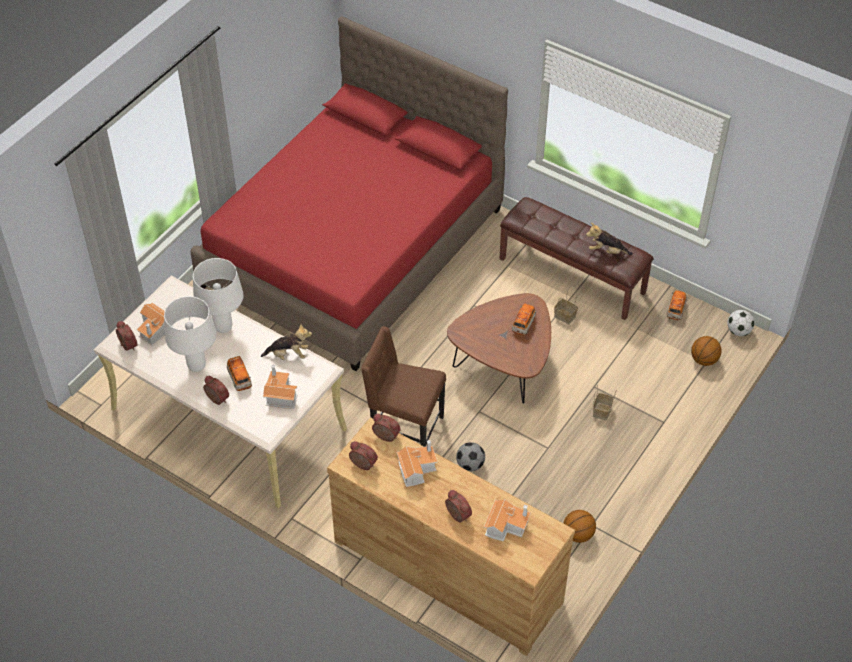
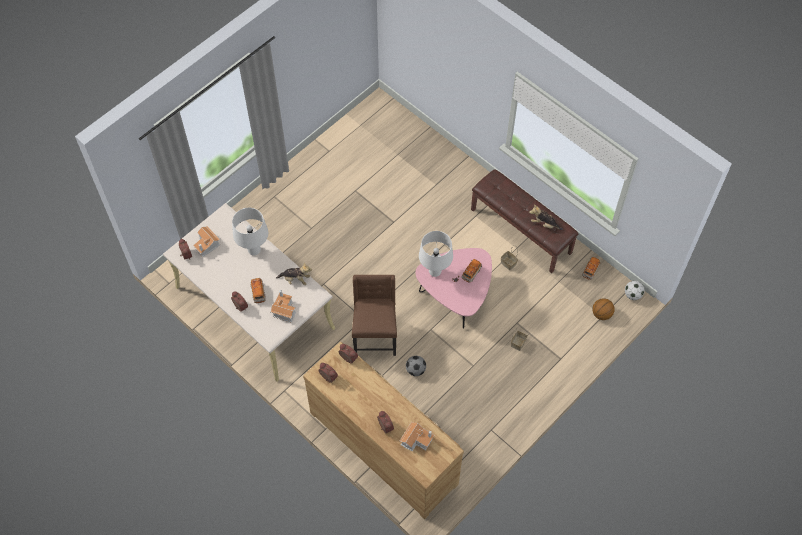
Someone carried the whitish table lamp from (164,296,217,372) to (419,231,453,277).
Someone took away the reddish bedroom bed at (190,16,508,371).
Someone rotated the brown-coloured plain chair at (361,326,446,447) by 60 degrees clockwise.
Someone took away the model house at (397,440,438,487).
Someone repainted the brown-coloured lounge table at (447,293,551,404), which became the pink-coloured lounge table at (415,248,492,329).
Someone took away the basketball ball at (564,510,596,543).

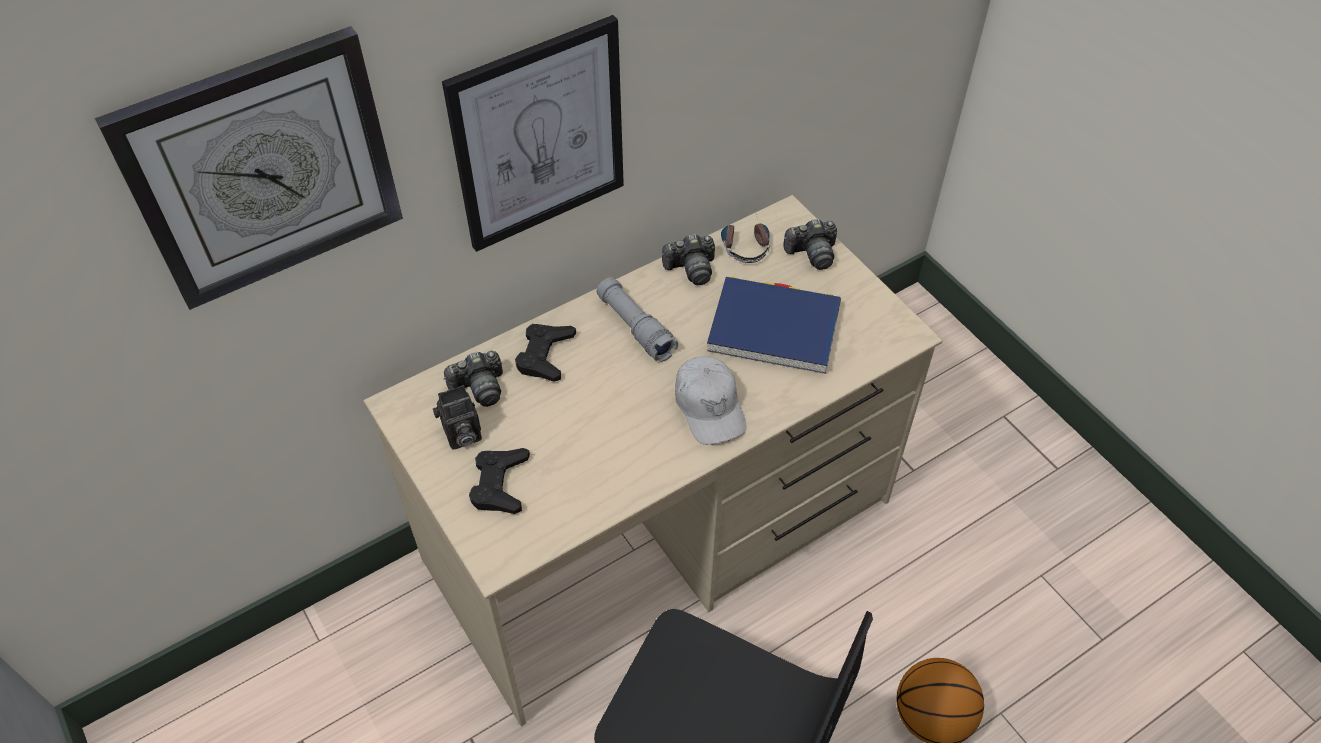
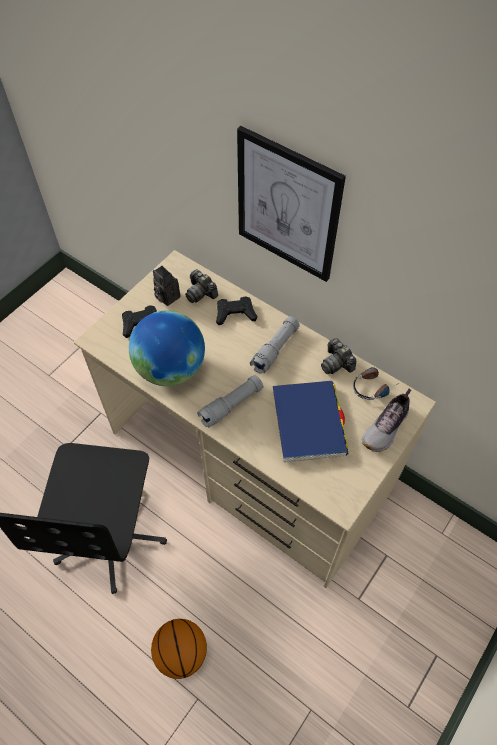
Someone took away the hanging clock at (95,26,403,310).
Someone swapped the whitish peaked cap at (675,356,747,445) for the grey torch at (197,375,263,428).
Someone swapped the still camera at (783,219,837,270) for the shoe at (362,389,411,452).
Someone put down the world globe at (129,311,205,386).

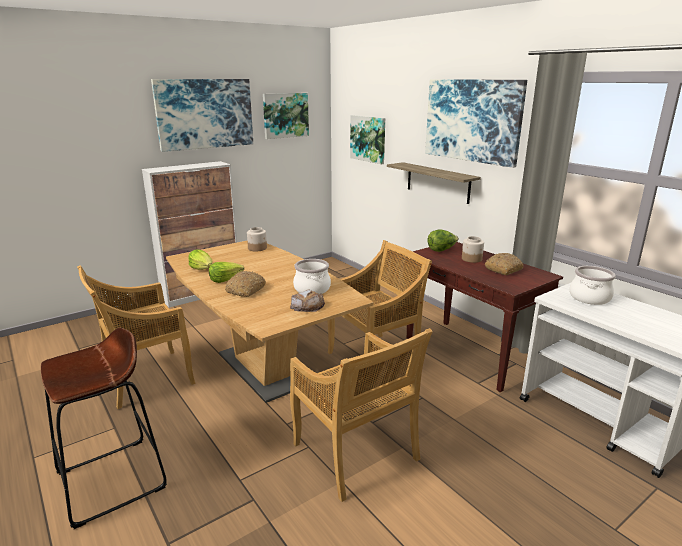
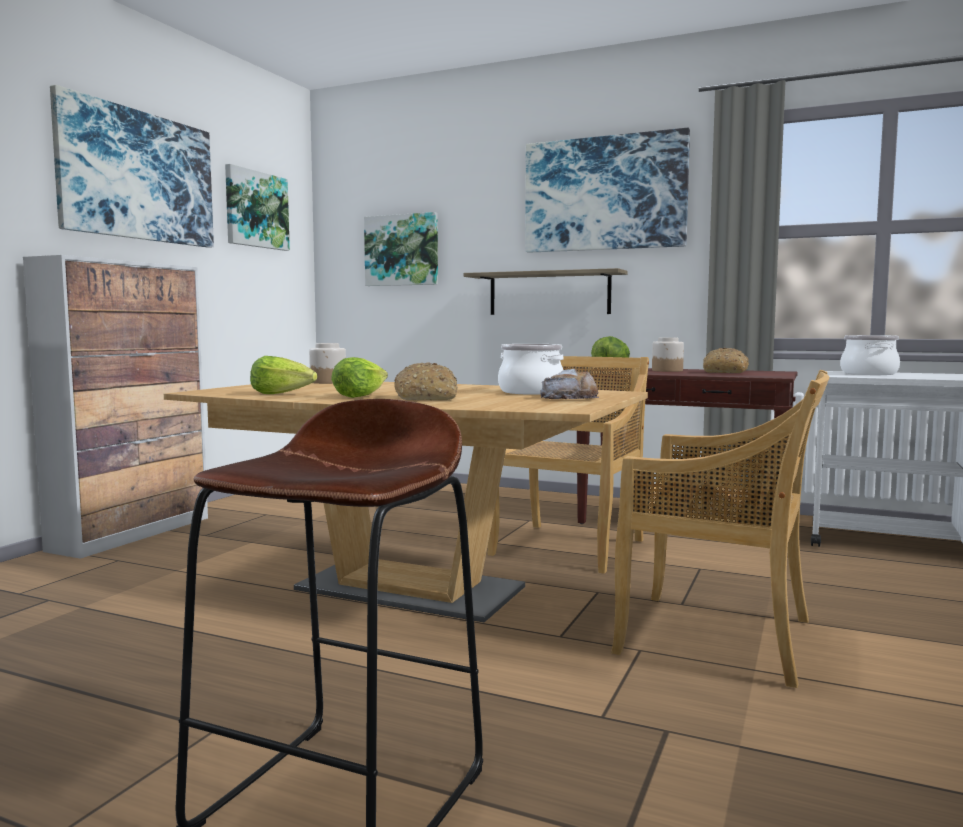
Someone took away the sand-coloured plain chair at (77,265,196,409).

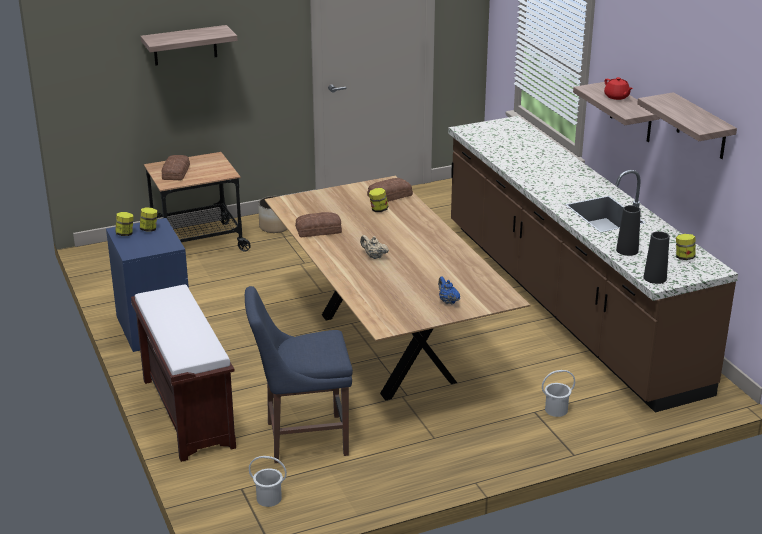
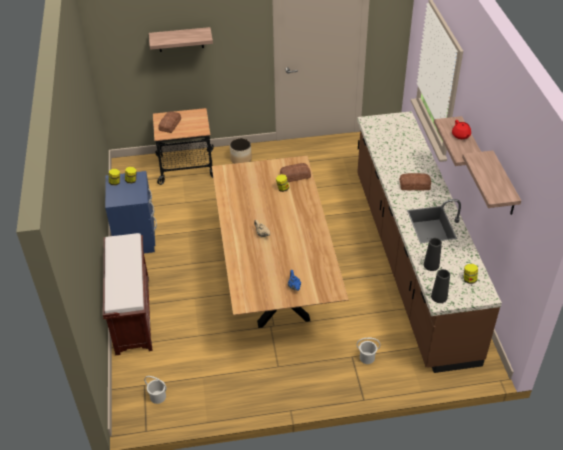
Someone took away the bluish plain chair at (245,286,353,463).
Someone carried the bread from (295,212,342,237) to (400,173,431,190).

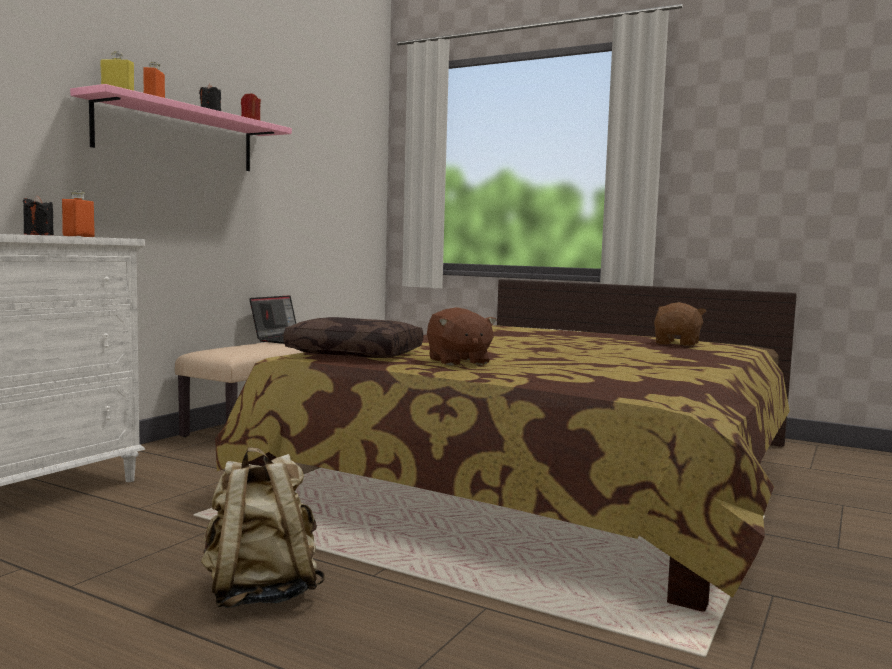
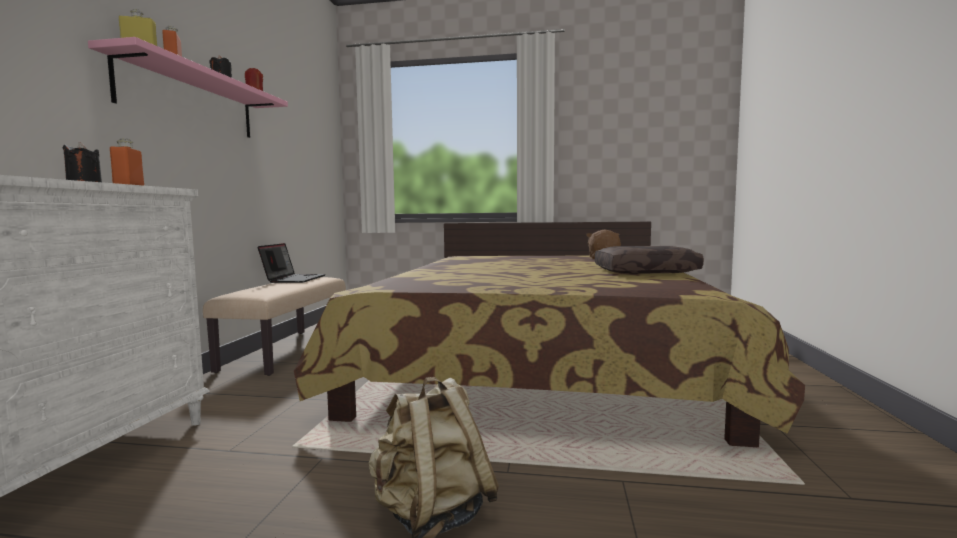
Someone carried the brown-coloured pillow from (284,317,423,358) to (595,246,704,274).
Someone took away the brown-coloured plush toy at (427,307,497,366).

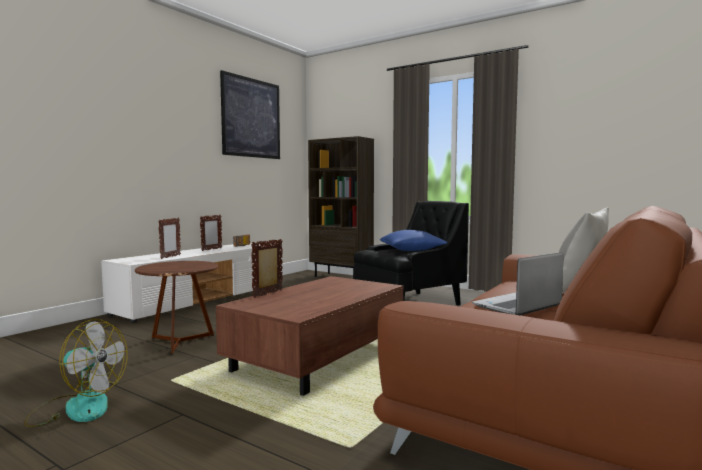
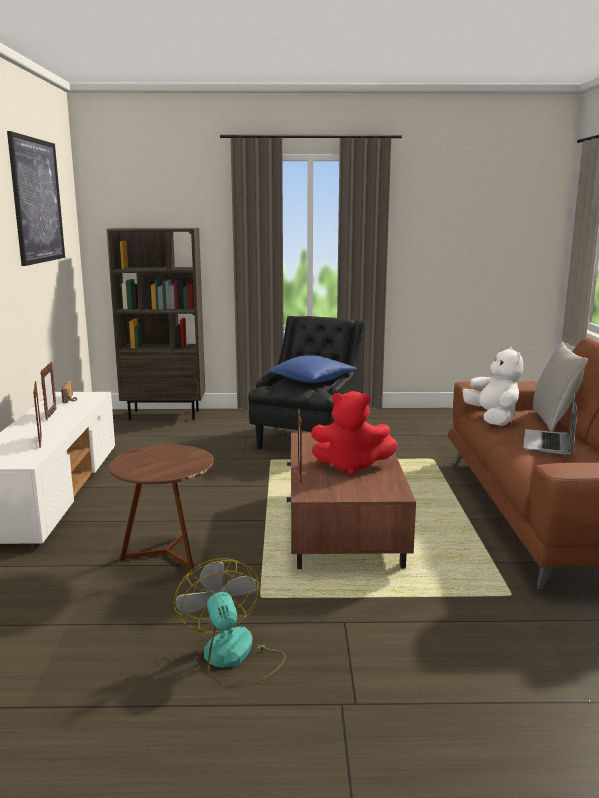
Someone rotated the fan at (24,319,128,427) by 90 degrees counterclockwise.
Someone put down the reddish plush toy at (311,391,398,476).
Someone put down the whitish plush toy at (463,347,523,426).

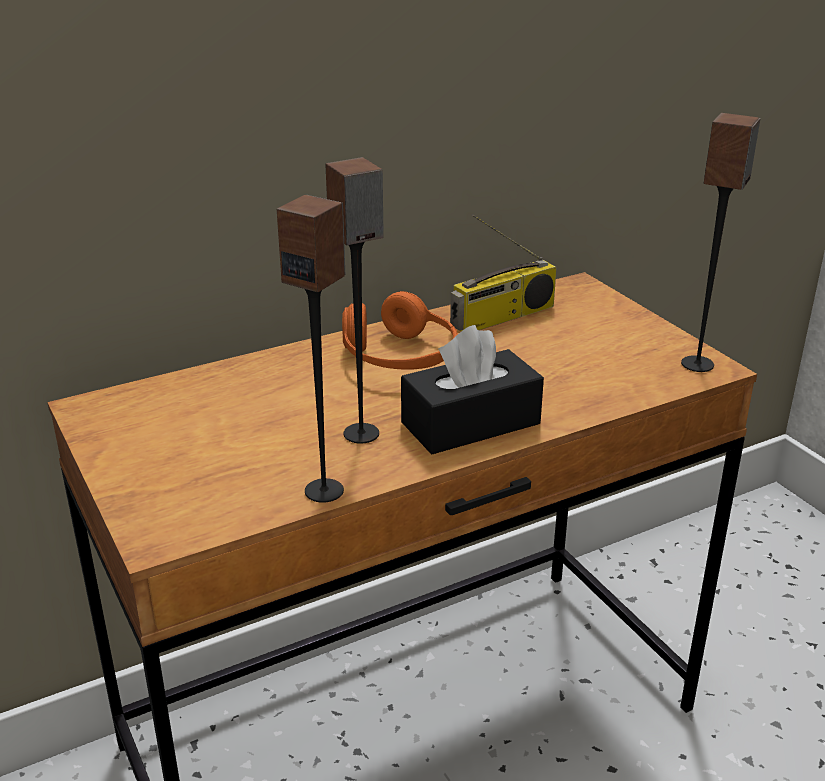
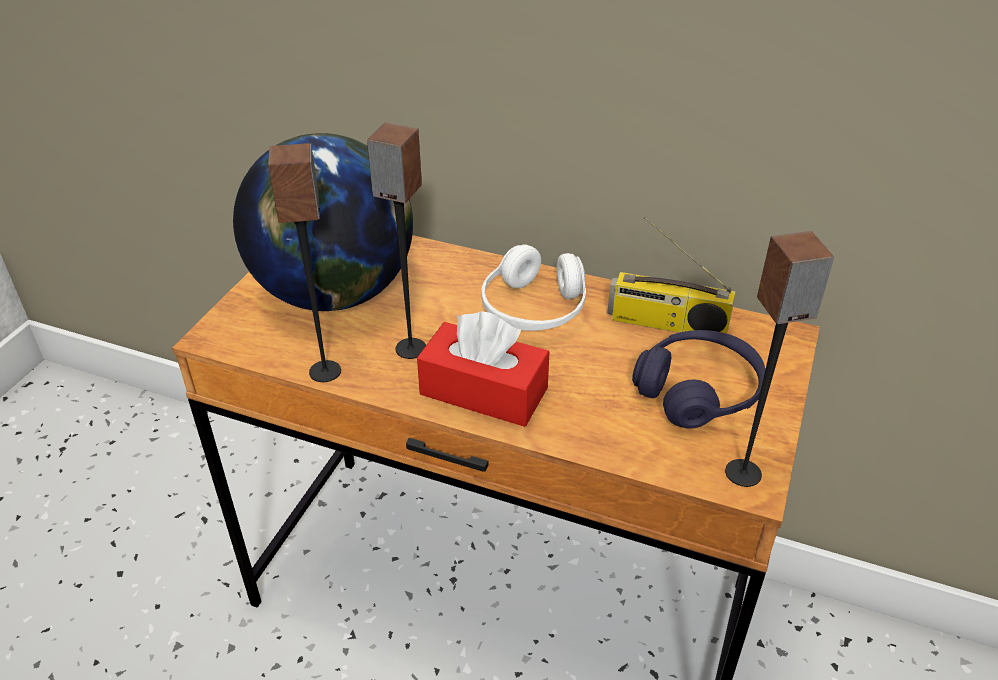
Someone repainted the orangey pair of headphones at (342,291,458,370), which became the whitish pair of headphones at (481,244,586,331).
Someone repainted the black tissue holder at (401,325,544,454), which became the reddish tissue holder at (417,311,549,427).
Someone put down the world globe at (233,133,413,311).
Someone put down the purplish pair of headphones at (632,330,765,429).

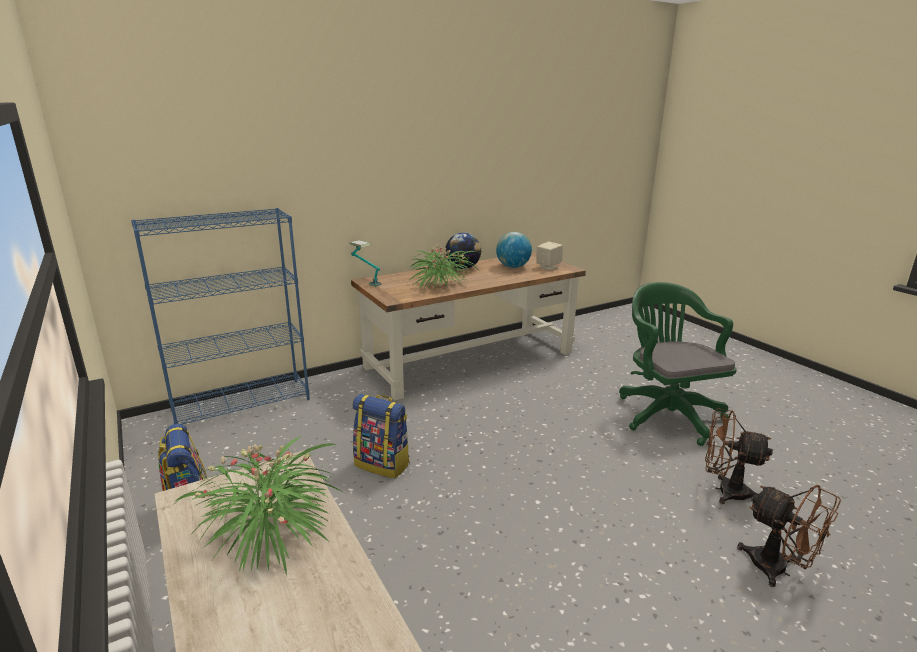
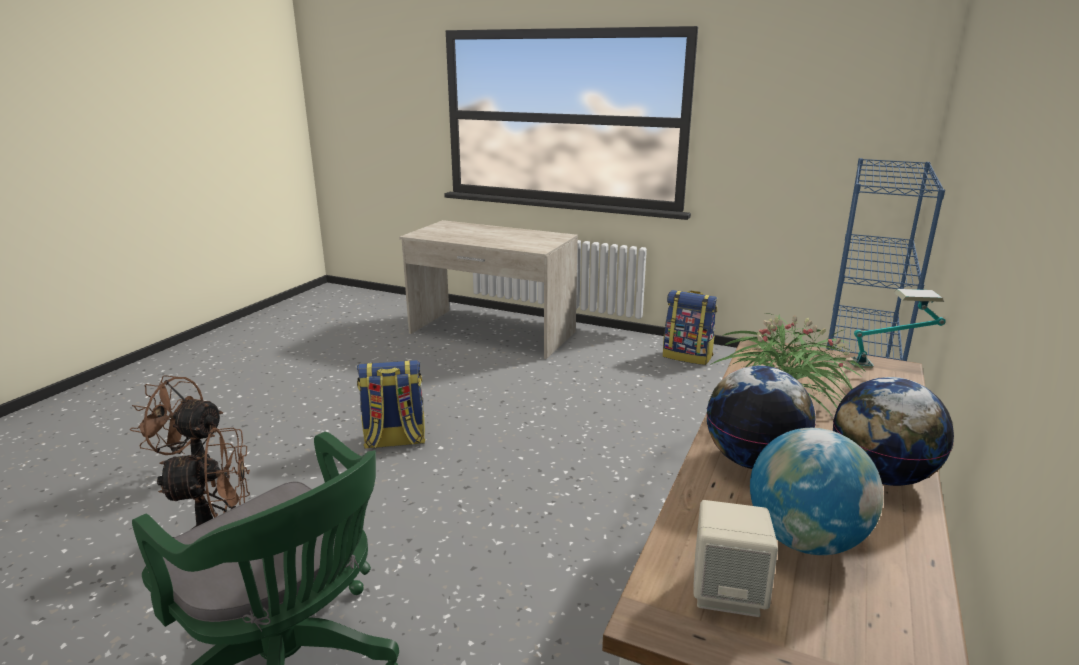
Someone took away the potted plant at (170,437,344,576).
Someone carried the backpack from (353,394,410,479) to (357,360,426,449).
Someone put down the world globe at (706,365,816,469).

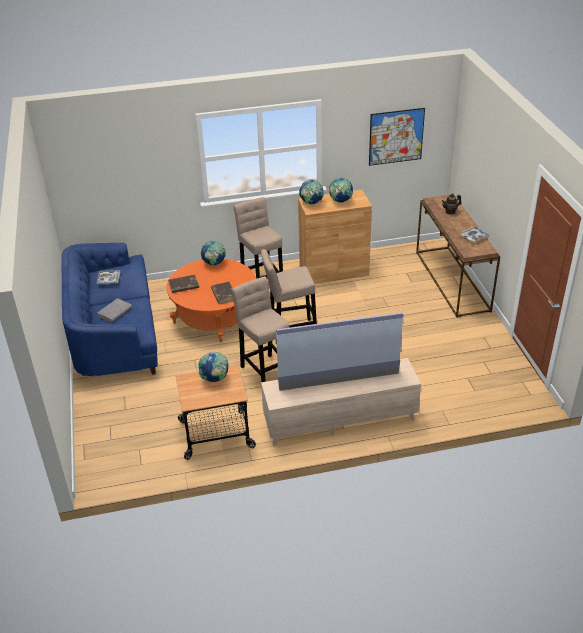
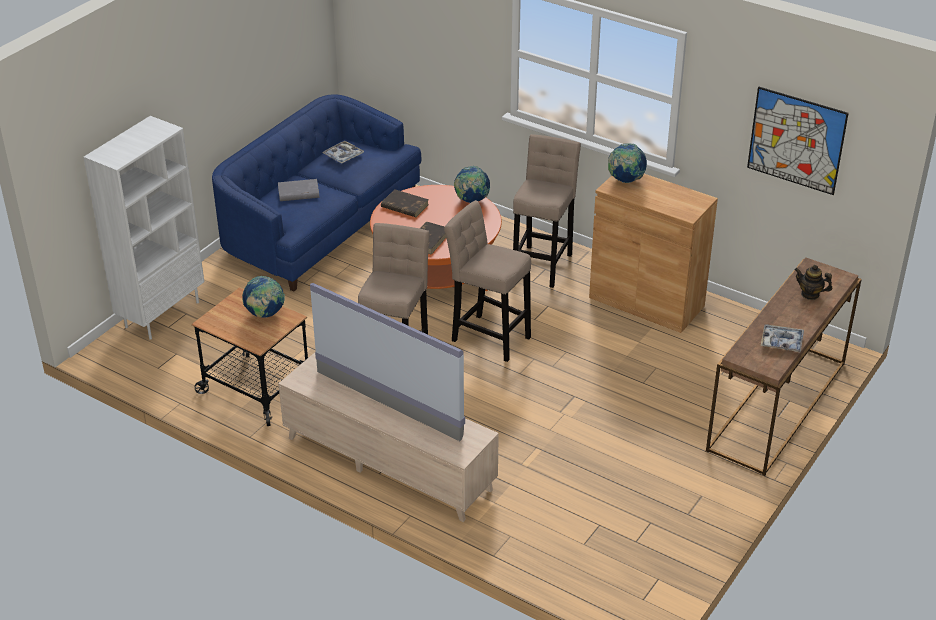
Someone took away the world globe at (329,177,354,203).
Someone put down the whitish bookcase at (84,116,204,339).

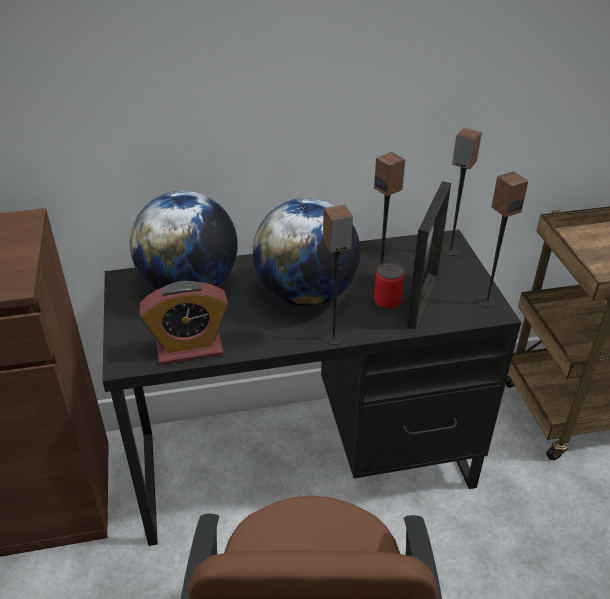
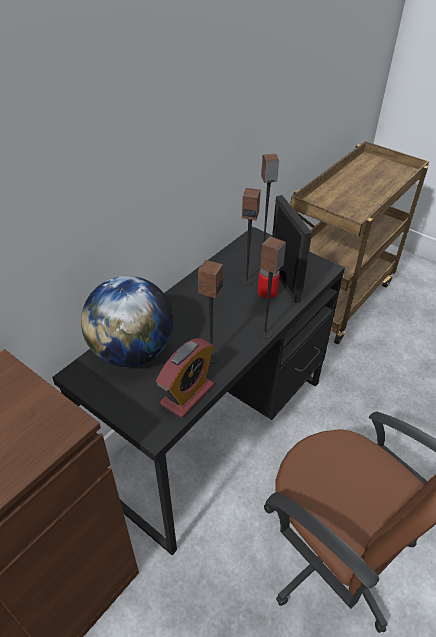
Someone took away the world globe at (253,198,361,306).
Someone carried the audio speaker from (478,172,528,308) to (198,260,223,364).

